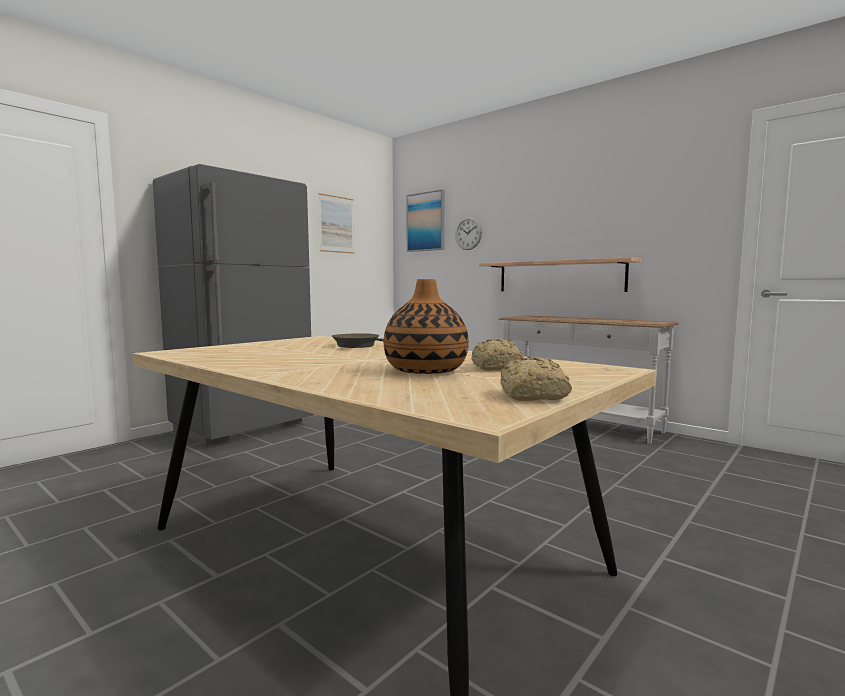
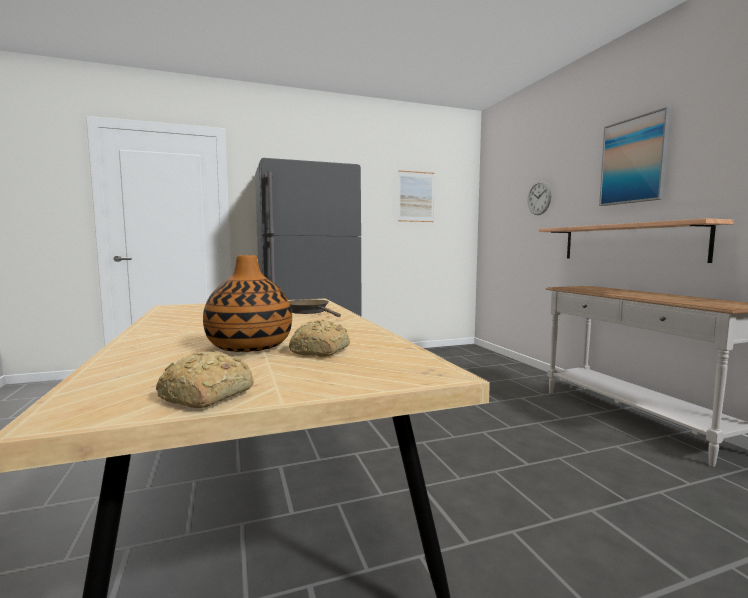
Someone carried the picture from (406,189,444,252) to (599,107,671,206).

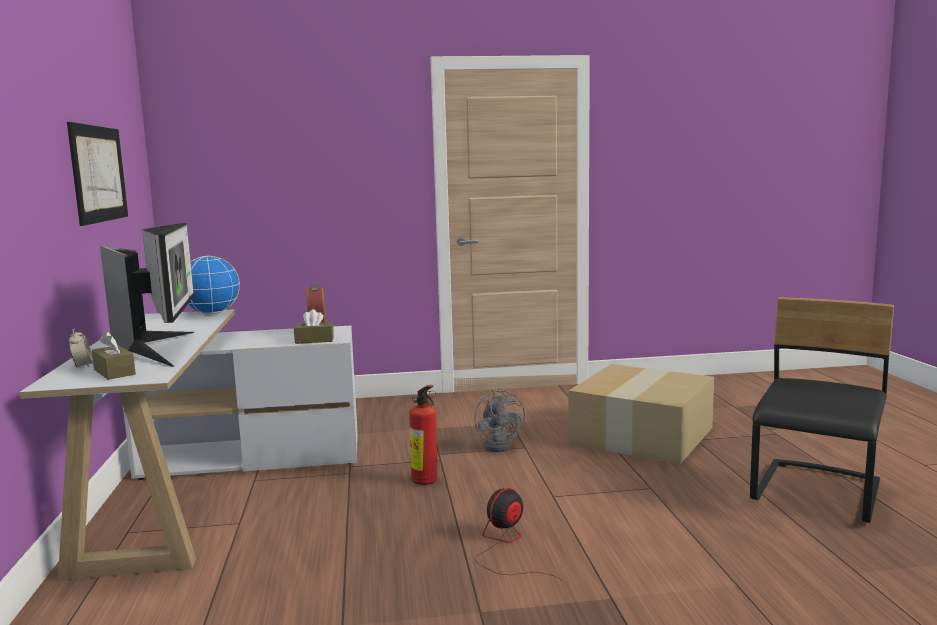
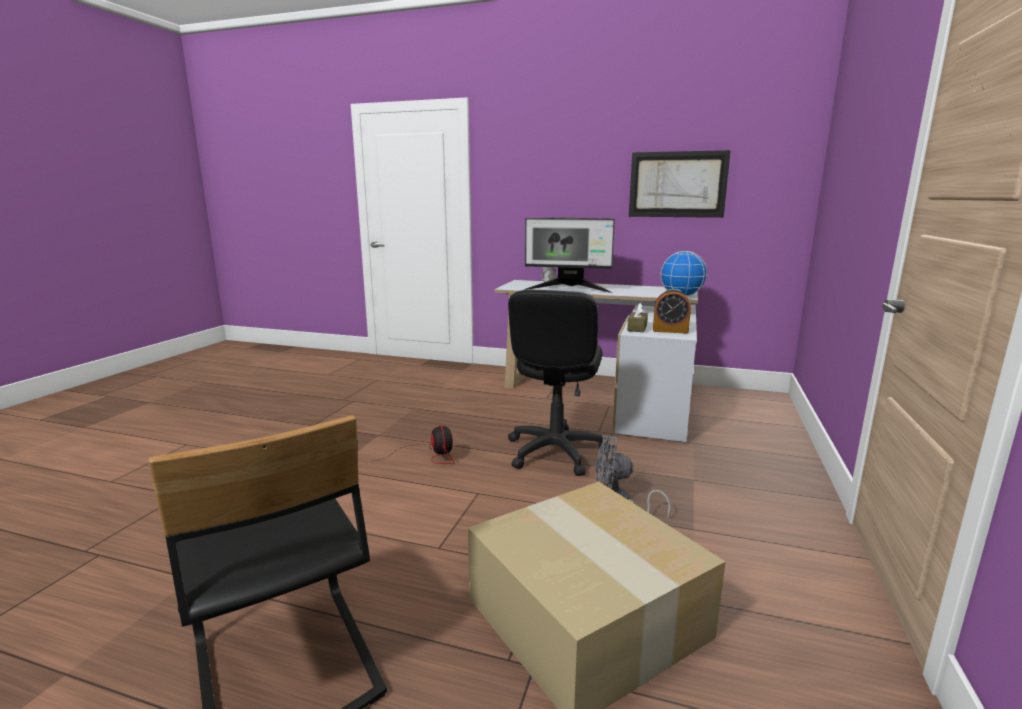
Someone took away the brown-coloured tissue holder at (92,331,136,380).
Someone swapped the fire-fighting cylinder at (409,385,437,485) for the black computer chair at (508,290,610,476).

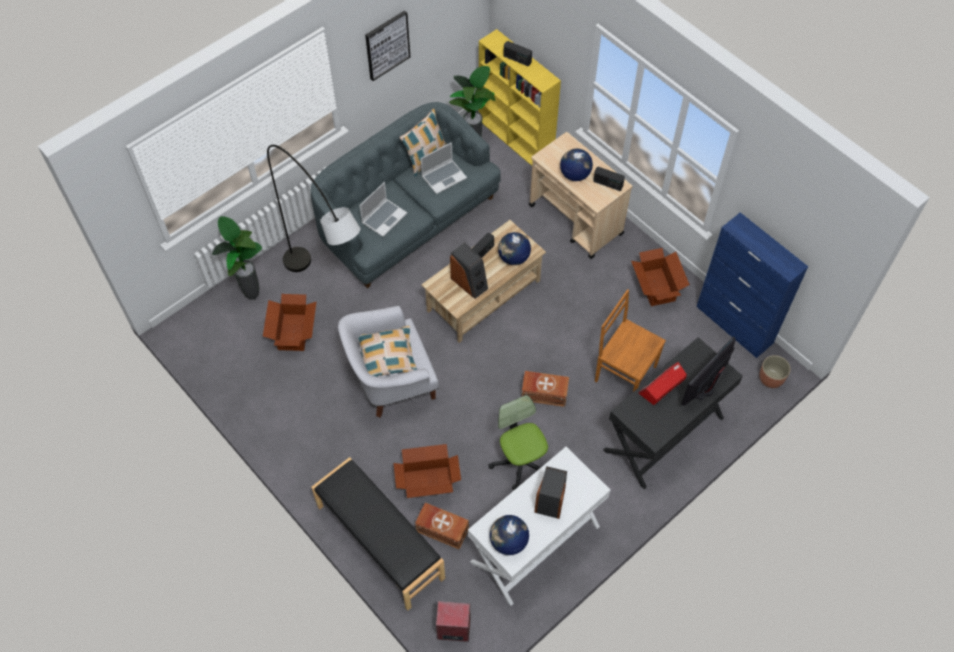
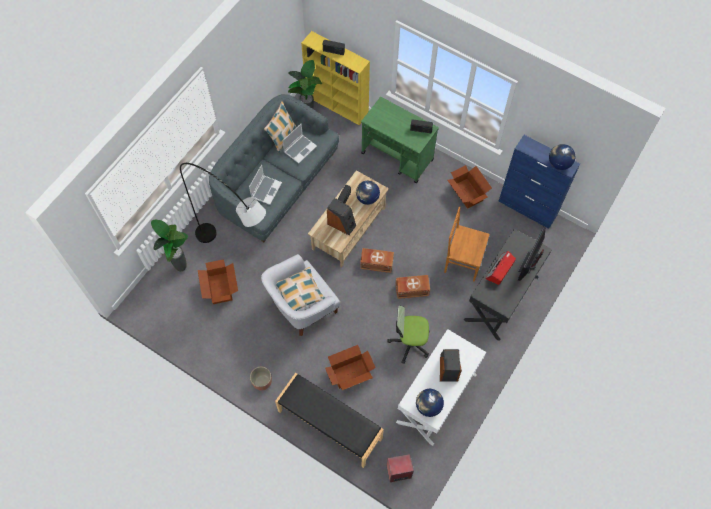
Someone took away the picture at (365,10,410,81).
Someone carried the brown-coloured storage box from (415,503,469,549) to (360,248,394,273).
Someone rotated the computer chair at (489,395,548,490) by 45 degrees counterclockwise.
Someone repainted the sand-coloured wheeled cart at (529,132,633,259), which became the green wheeled cart at (361,97,439,183).
Someone carried the world globe from (560,148,593,181) to (549,144,575,170).
Someone carried the flower pot from (759,355,791,388) to (250,367,272,391).

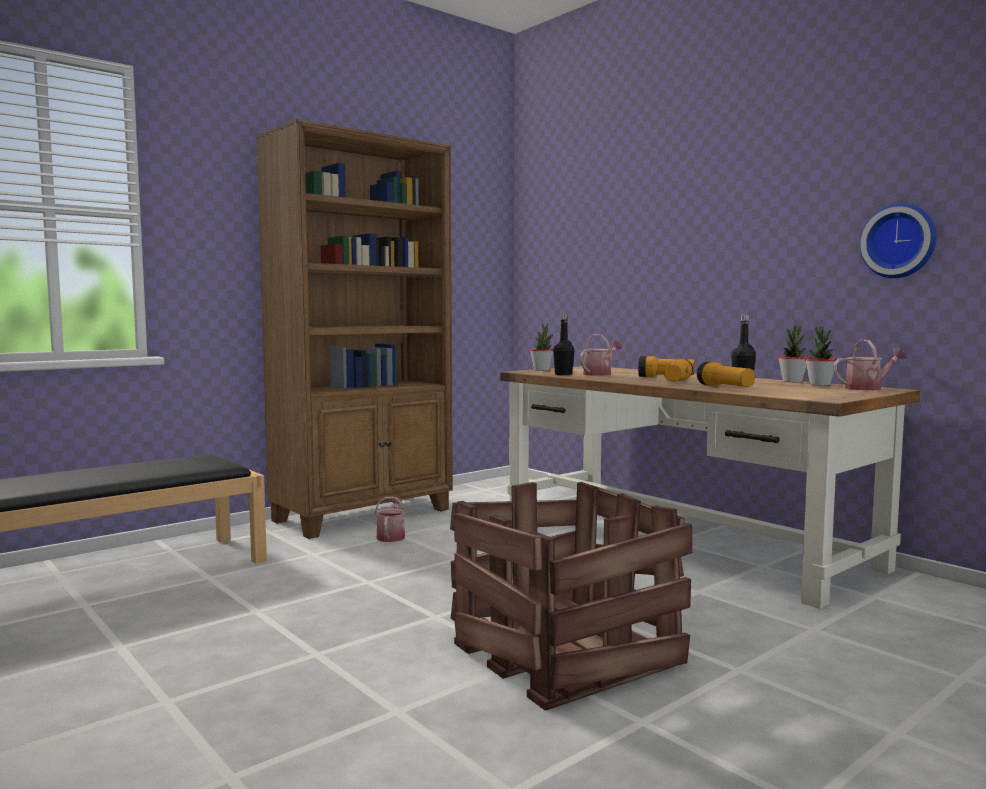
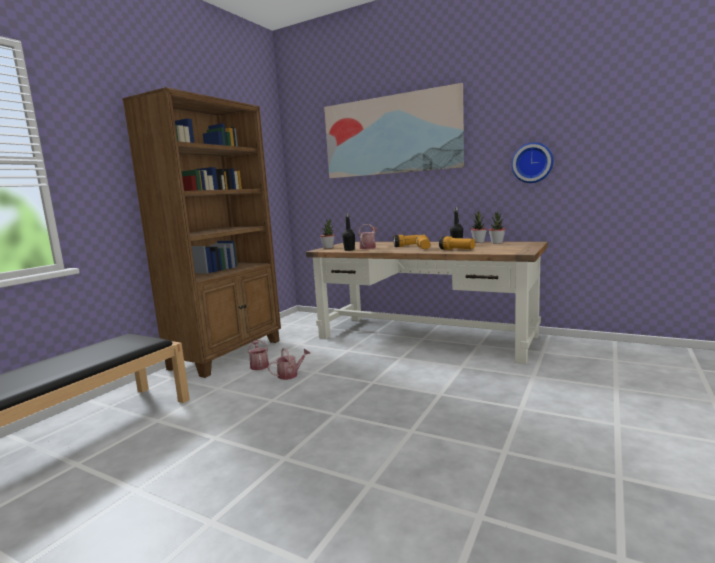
Someone took away the crate at (450,482,692,711).
Someone carried the sprinkling can from (833,340,907,390) to (268,348,310,380).
Someone put up the picture at (324,83,464,178).

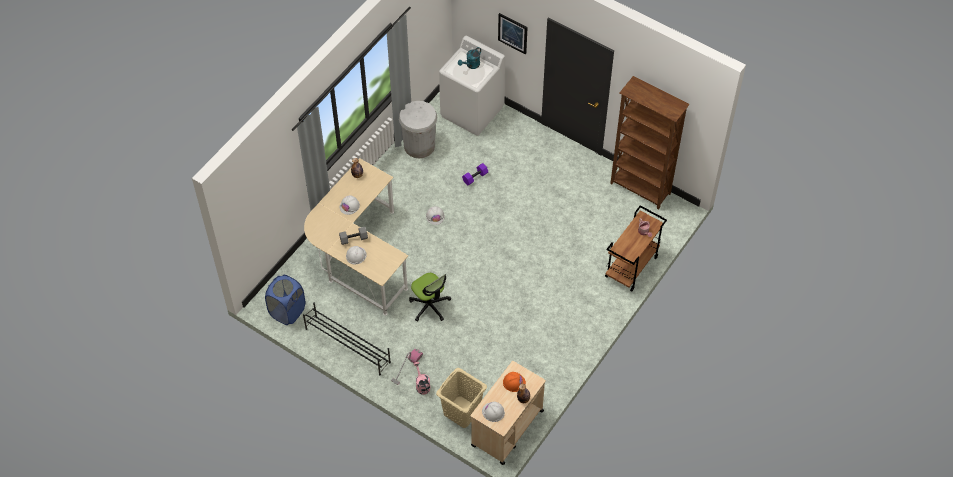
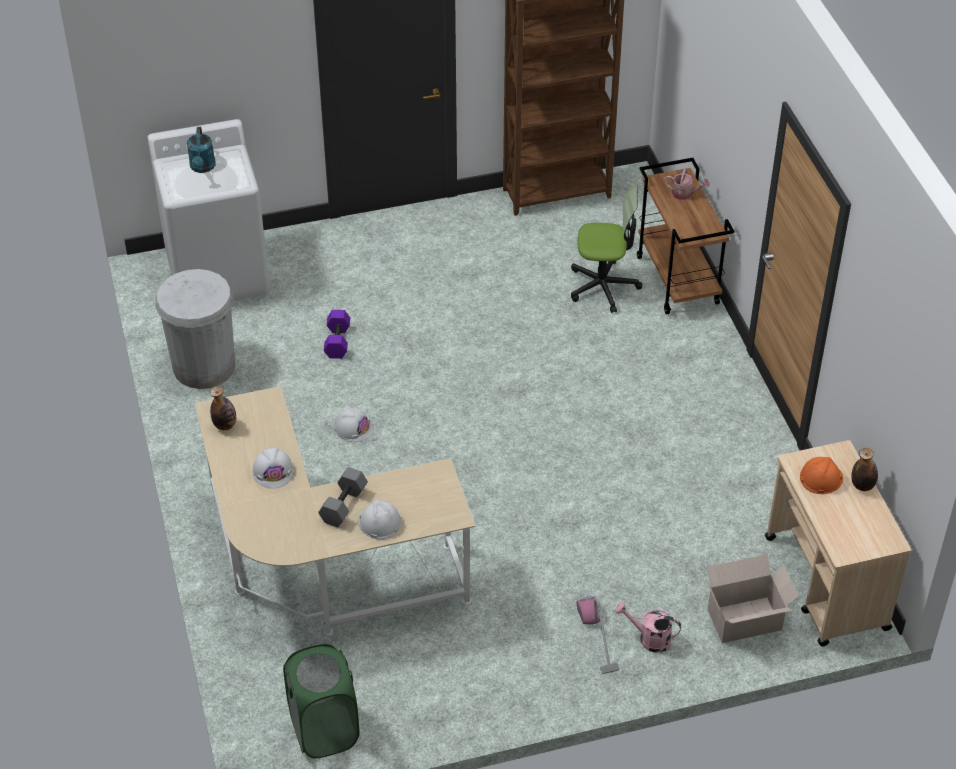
Someone repainted the bluish hamper at (265,275,305,325), which became the green hamper at (283,644,359,759).
Someone took away the black shoe rack at (303,303,391,375).
Someone carried the computer chair from (409,273,451,322) to (571,185,642,313).
Someone swapped the sand-coloured hamper at (436,368,487,428) for the packing box at (706,554,799,643).
Someone took away the whitish safety helmet at (482,402,505,422).
Someone took away the picture at (498,13,528,54).

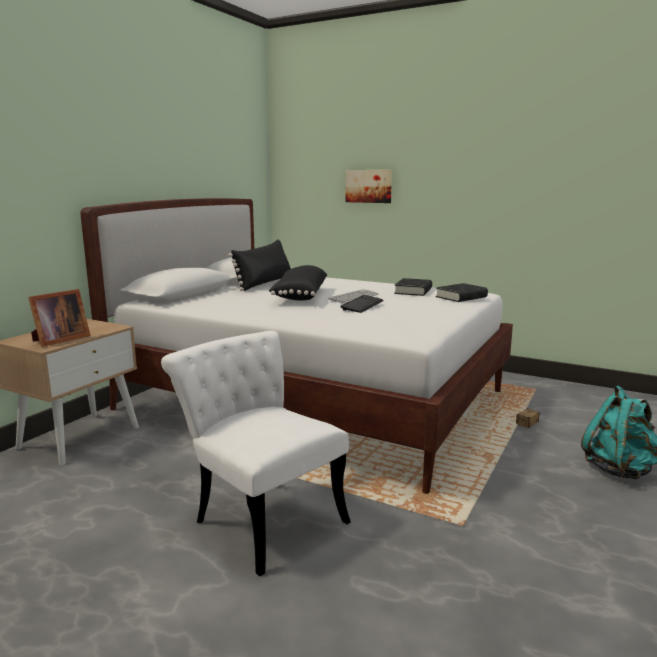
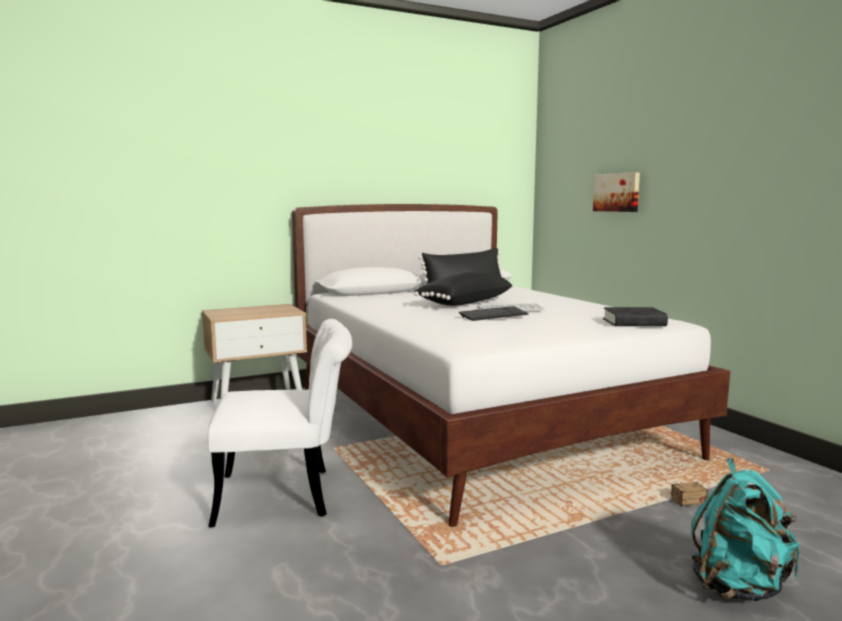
Someone took away the standing frame at (28,289,91,347).
Someone rotated the whitish plain chair at (161,331,351,576) by 90 degrees clockwise.
Someone took away the black bound book at (394,278,432,296).

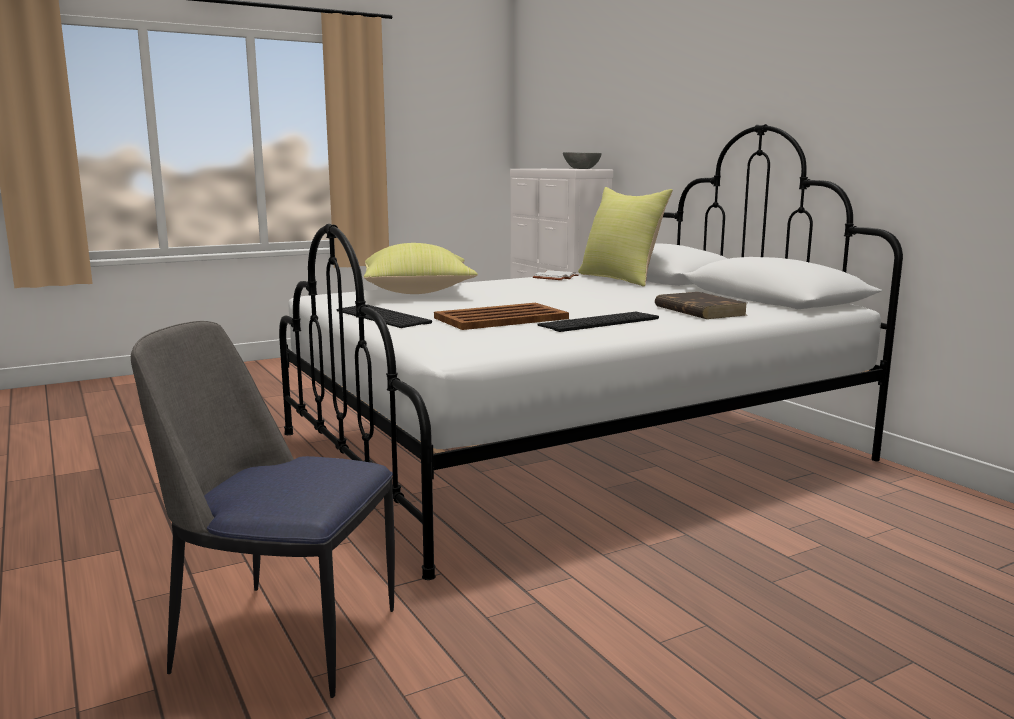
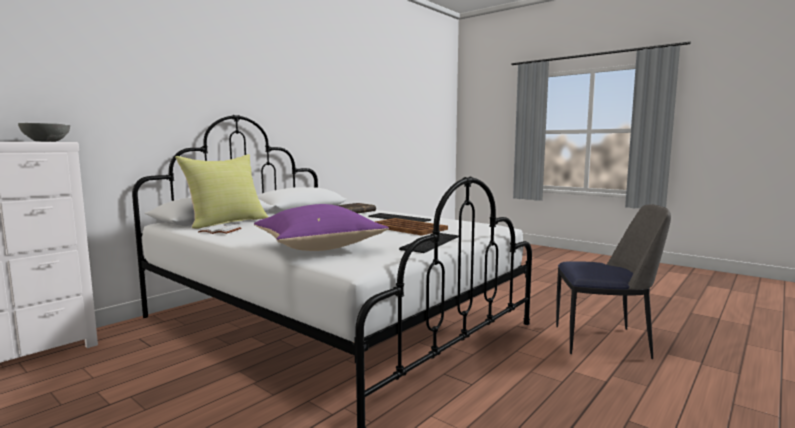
Someone rotated the plain chair at (131,321,395,698) by 75 degrees counterclockwise.
Someone repainted the yellow-coloured pillow at (364,243,478,294), which became the purplish pillow at (254,204,389,251).

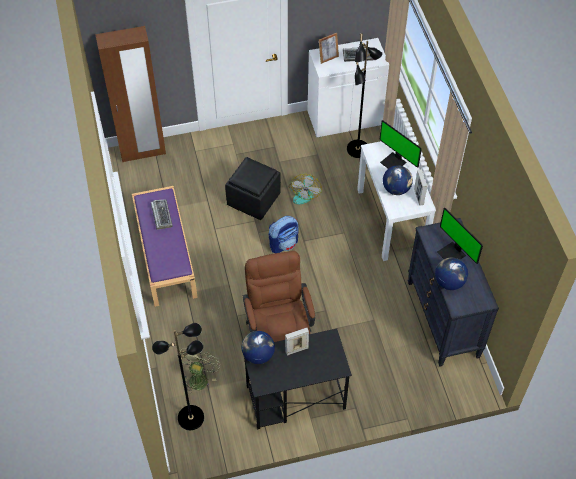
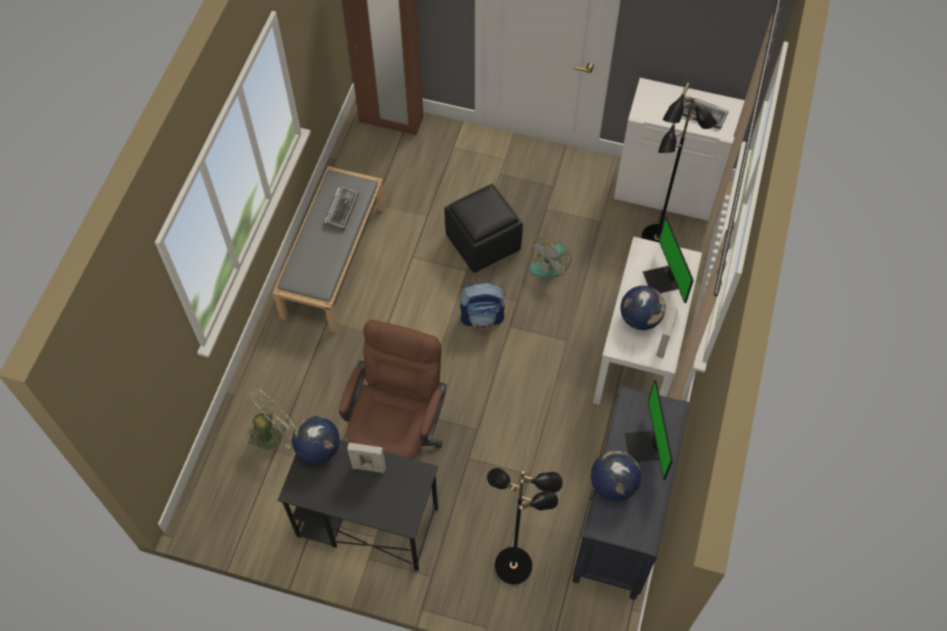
Someone repainted the purplish bench at (132,186,198,307), which became the grey bench at (272,166,386,333).
Someone carried the black floor lamp from (152,323,204,430) to (487,468,563,584).
Someone took away the standing frame at (319,33,339,64).

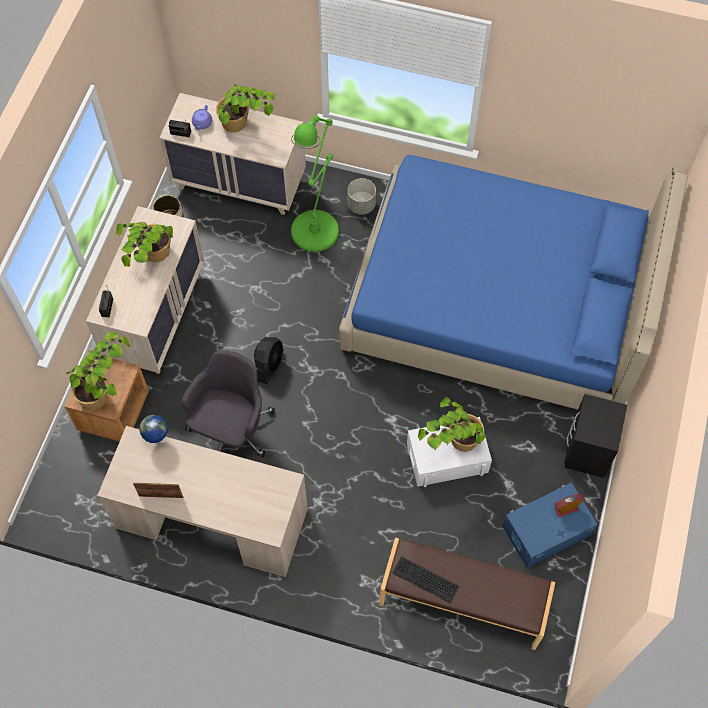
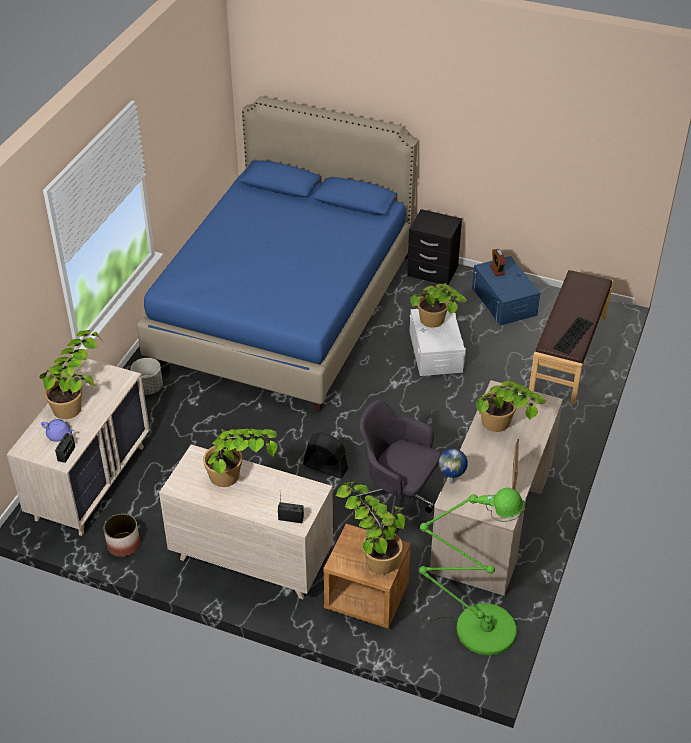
Someone carried the green floor lamp from (291,115,339,252) to (419,488,526,656).
Someone put down the potted plant at (476,379,546,432).

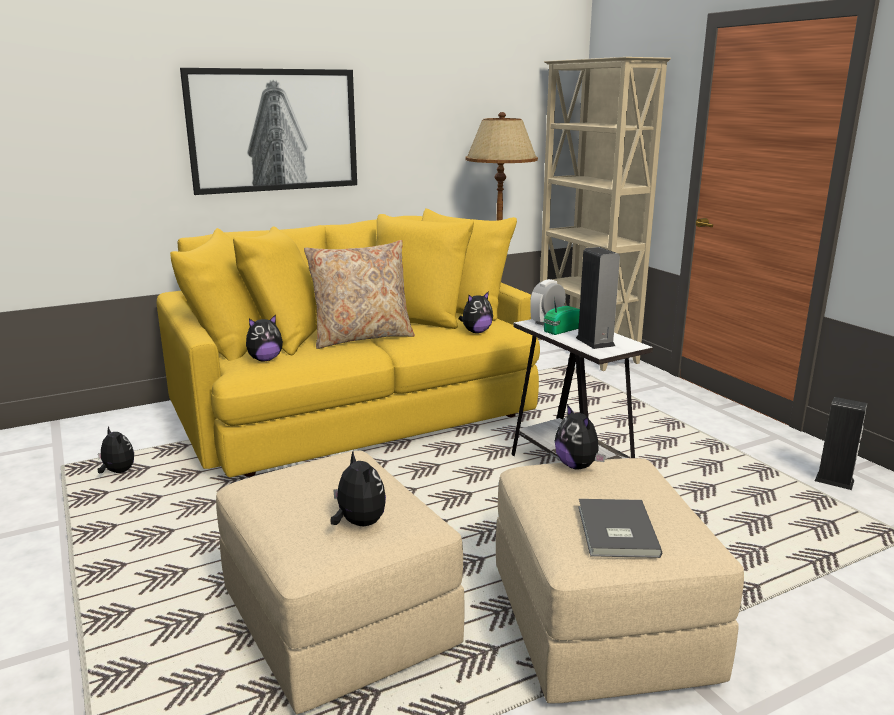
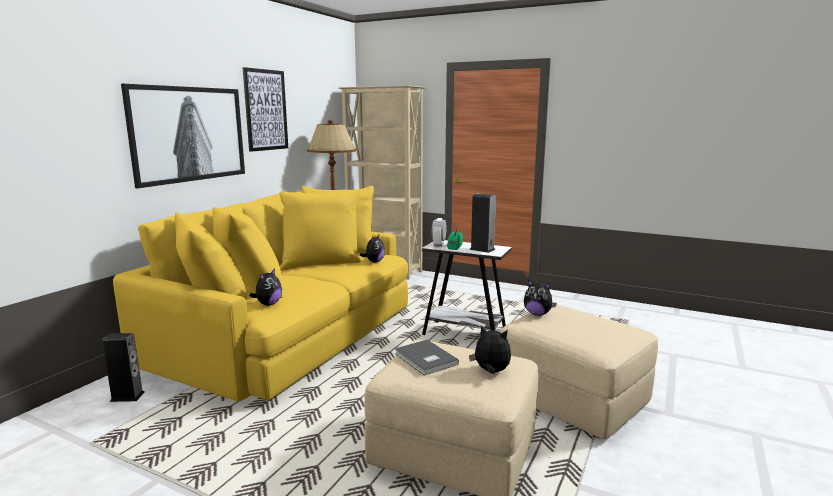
Someone took away the plush toy at (98,426,134,473).
Someone took away the sand-coloured pillow at (304,240,415,349).
Someone carried the grey bound book from (578,499,662,558) to (395,340,459,376).
Someone carried the audio speaker from (815,397,868,490) to (102,333,144,402).
Someone put up the picture at (242,67,288,152).

